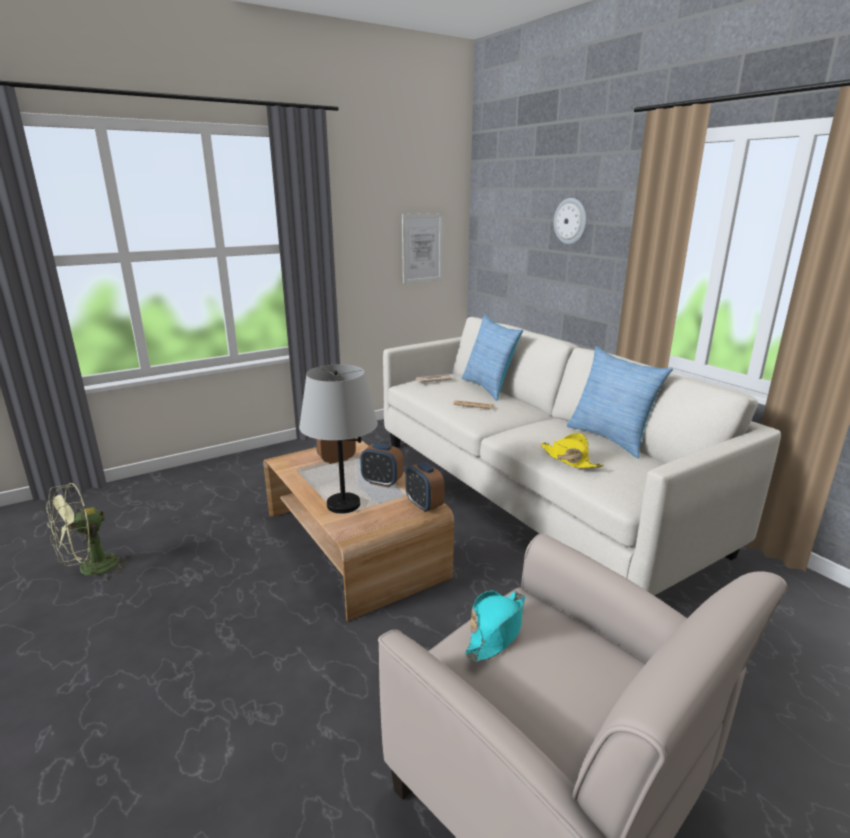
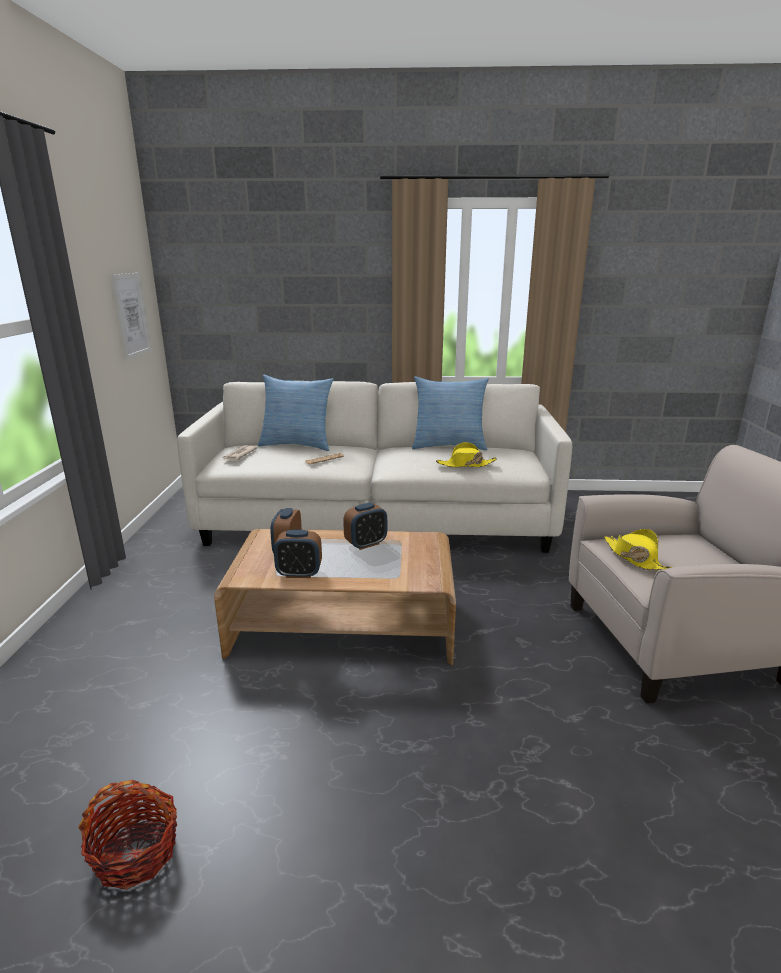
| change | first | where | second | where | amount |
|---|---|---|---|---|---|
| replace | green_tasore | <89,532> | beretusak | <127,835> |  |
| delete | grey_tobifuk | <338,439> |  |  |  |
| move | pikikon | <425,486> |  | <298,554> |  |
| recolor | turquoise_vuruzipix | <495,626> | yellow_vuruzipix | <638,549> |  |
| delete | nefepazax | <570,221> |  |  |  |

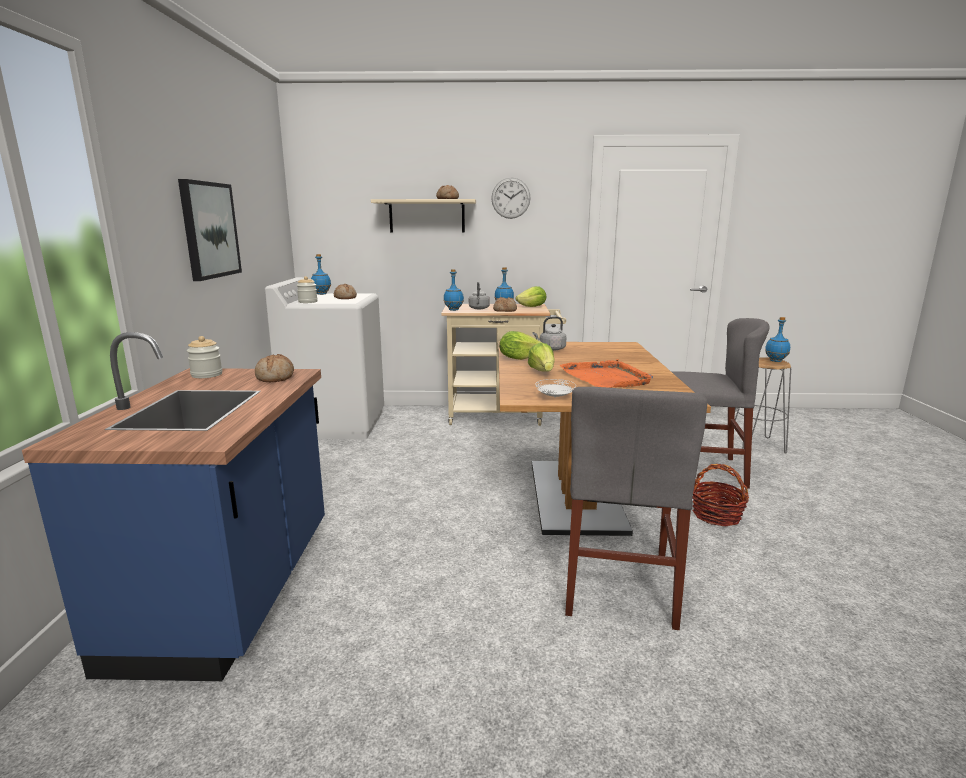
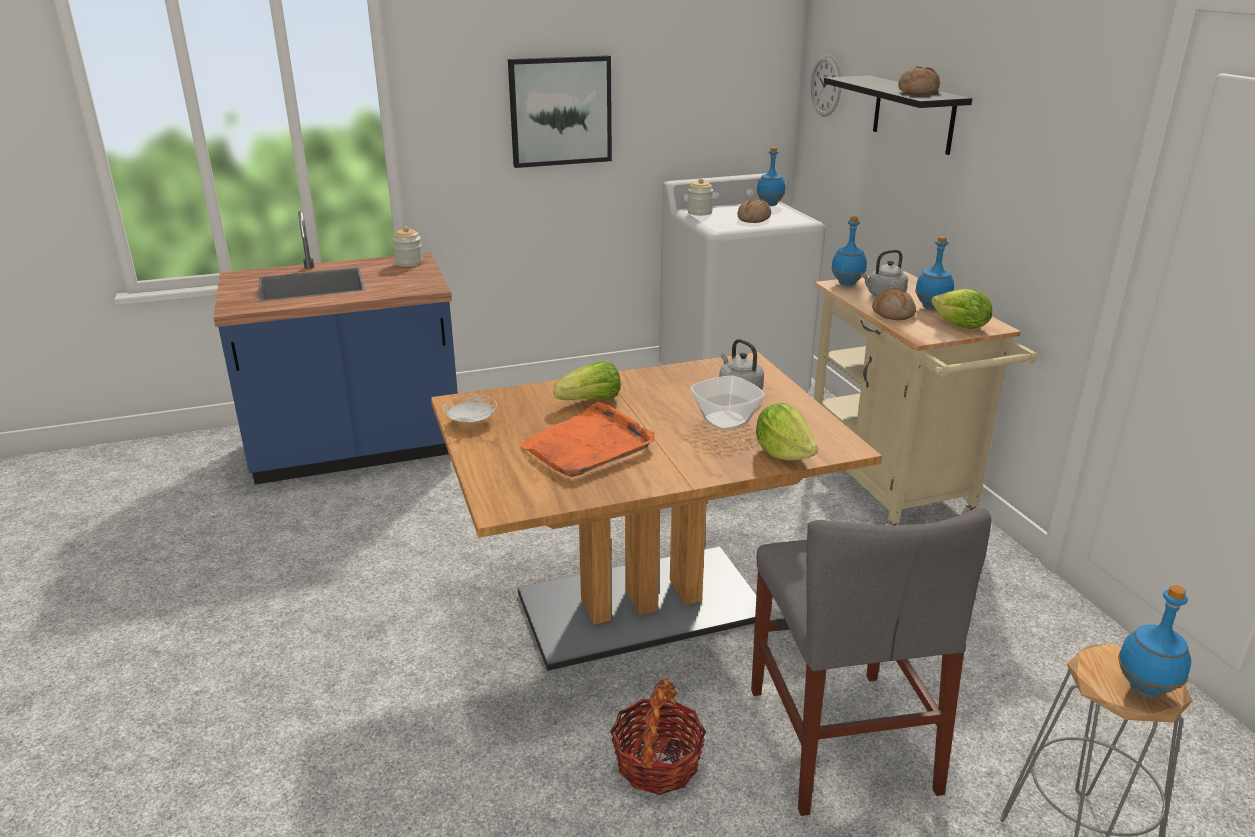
| change | first | where | second | where | amount |
|---|---|---|---|---|---|
| delete | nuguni | <274,368> |  |  |  |
| recolor | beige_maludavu | <423,215> | black_maludavu | <898,115> |  |
| move | nefepazax | <511,198> |  | <825,86> |  |
| move | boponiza | <520,345> |  | <787,432> |  |
| delete | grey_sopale | <636,508> |  |  |  |
| insert |  |  | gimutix | <727,403> |  |

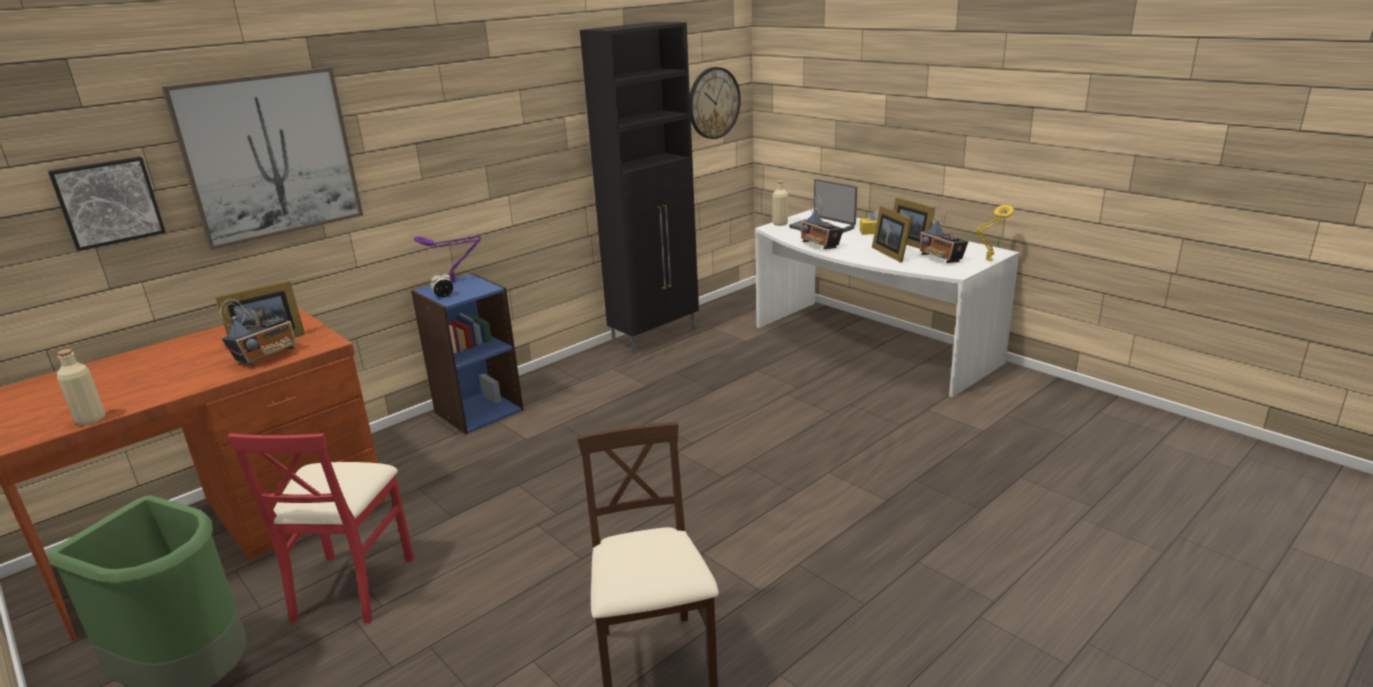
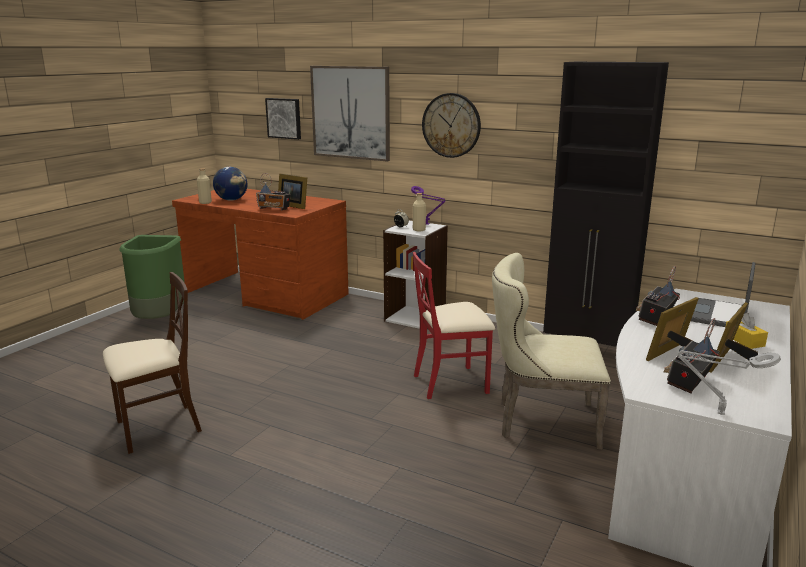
| change | first | where | second | where | amount |
|---|---|---|---|---|---|
| move | red_sopale | <321,528> |  | <454,325> |  |
| recolor | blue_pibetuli | <467,353> | white_pibetuli | <415,275> |  |
| move | nefepazax | <715,103> |  | <451,125> |  |
| move | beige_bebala | <780,203> |  | <419,212> |  |
| recolor | yellow_tobifuk | <994,233> | grey_tobifuk | <729,382> |  |
| insert |  |  | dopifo | <230,184> |  |
| insert |  |  | beige_sopale | <551,351> |  |

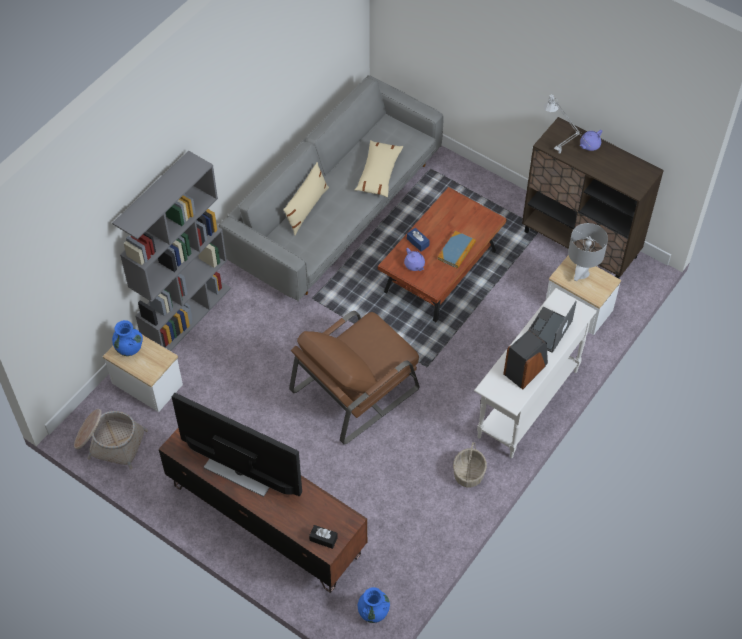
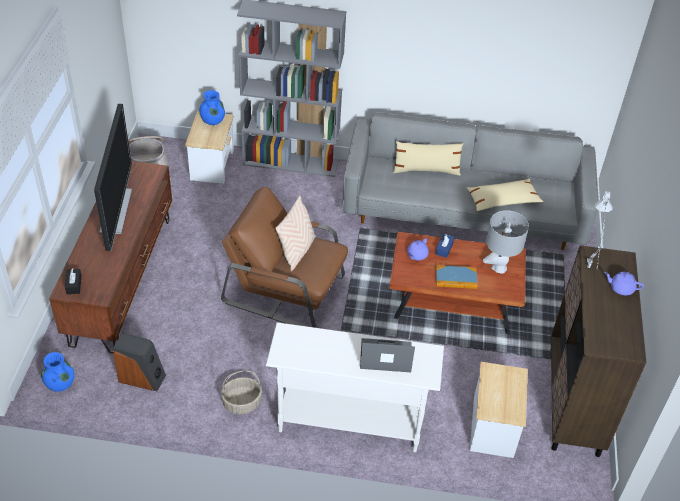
| change | first | where | second | where | amount |
|---|---|---|---|---|---|
| move | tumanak | <525,359> |  | <139,361> |  |
| move | grey_tobifuk | <588,252> |  | <506,242> |  |
| insert |  |  | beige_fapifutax | <295,233> |  |

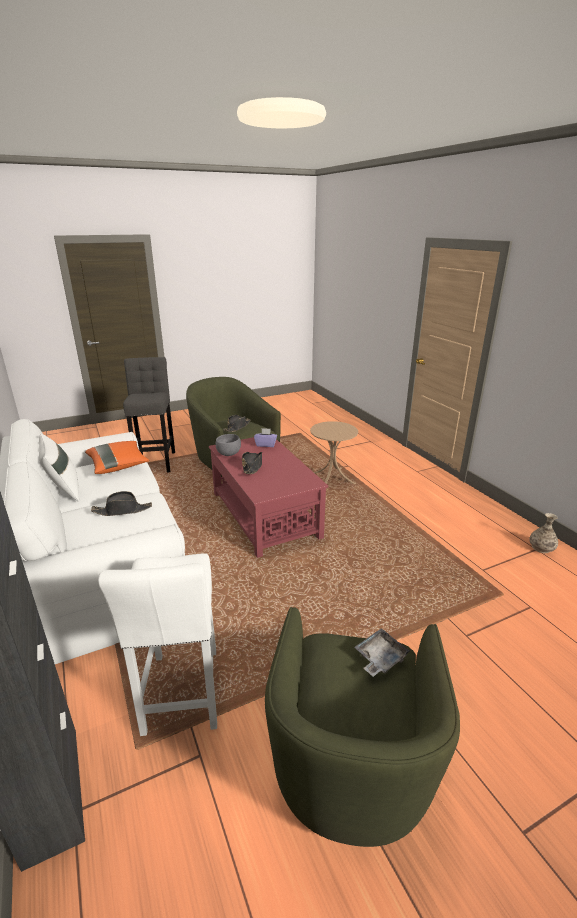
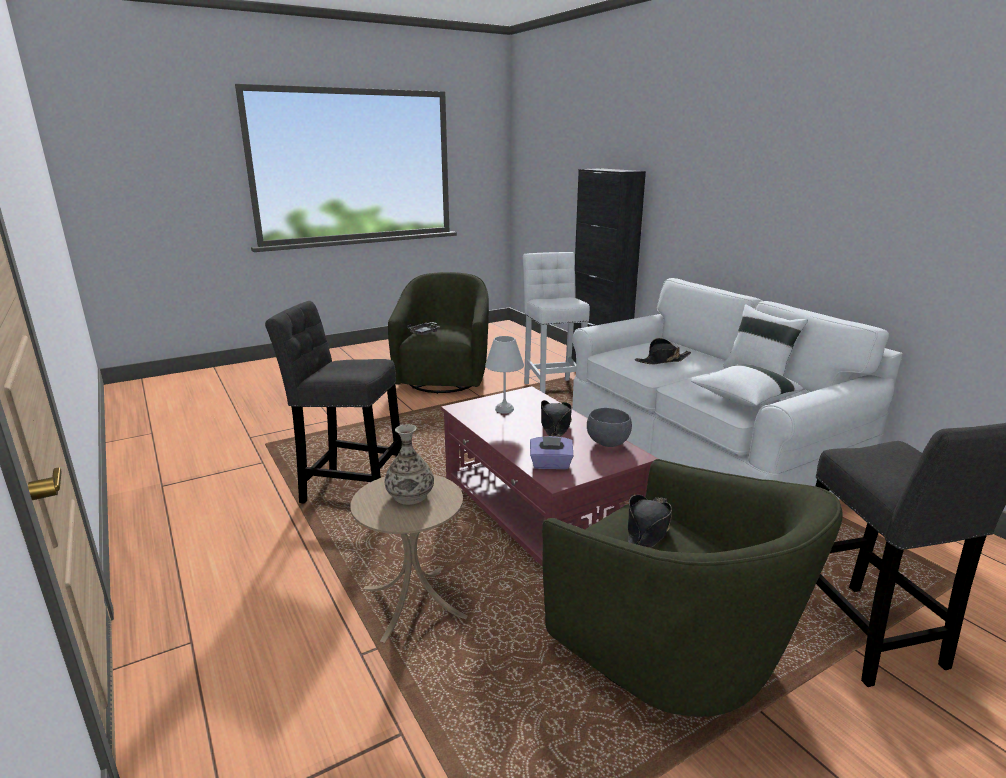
| change | first | where | second | where | amount |
|---|---|---|---|---|---|
| recolor | orange_fapifutax | <117,457> | white_fapifutax | <747,385> |  |
| move | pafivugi | <543,533> |  | <409,464> |  |
| insert |  |  | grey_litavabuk | <333,402> |  |
| insert |  |  | white_tobifuk | <504,374> |  |

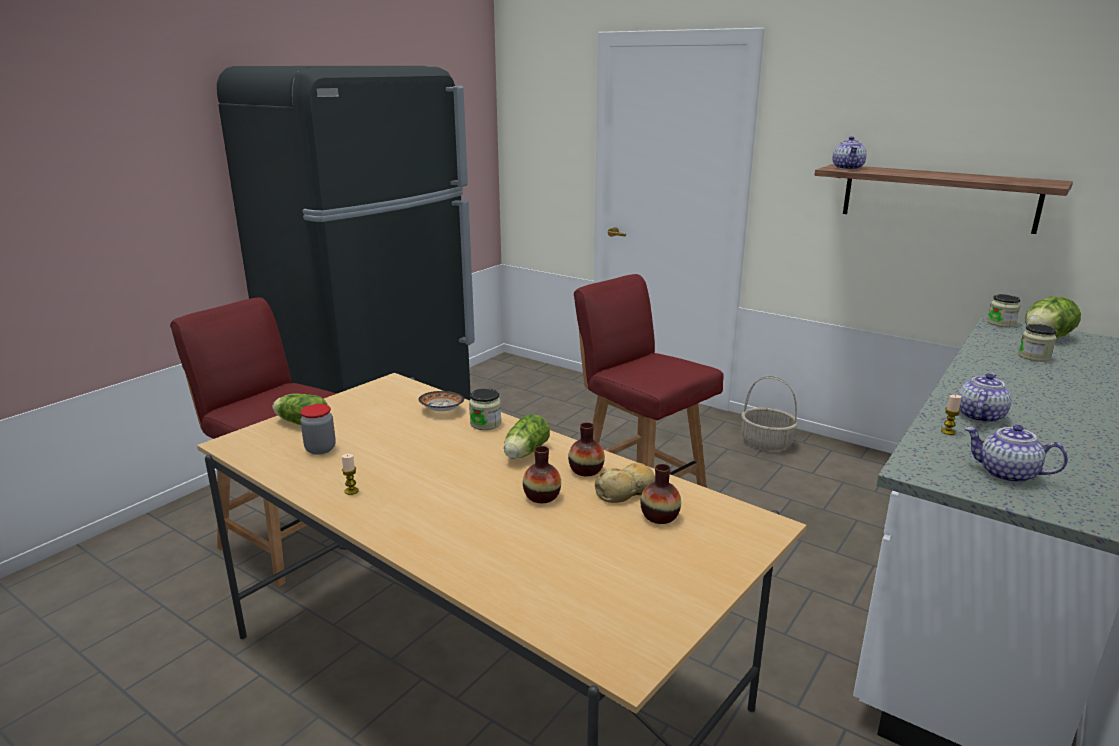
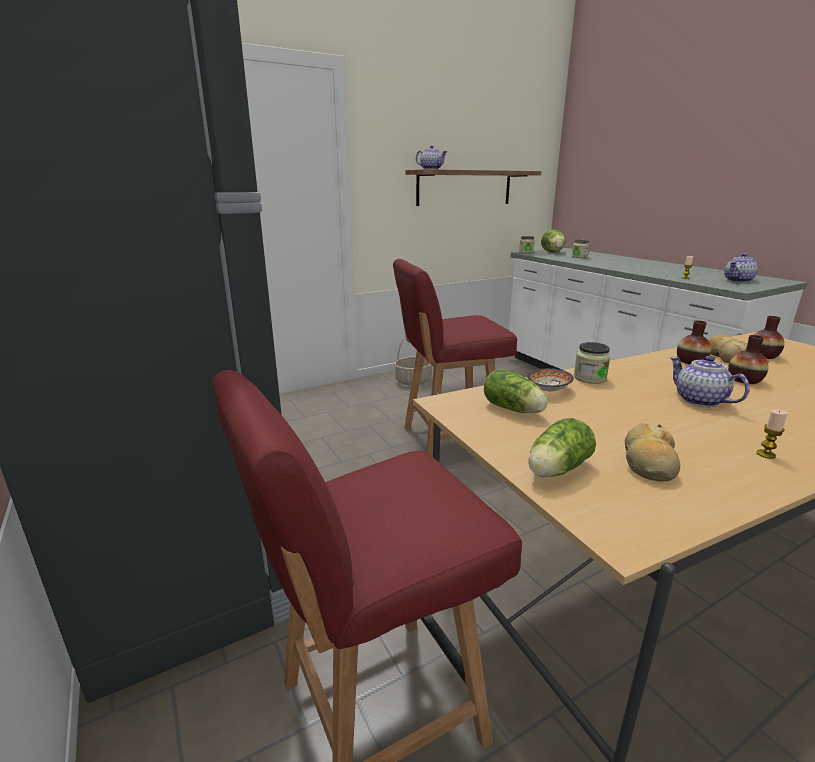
| change | first | where | second | where | amount |
|---|---|---|---|---|---|
| replace | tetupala | <318,429> | nuguni | <652,452> |  |
| move | boponiza | <527,436> |  | <516,391> |  |
| move | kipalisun | <984,398> |  | <710,381> |  |

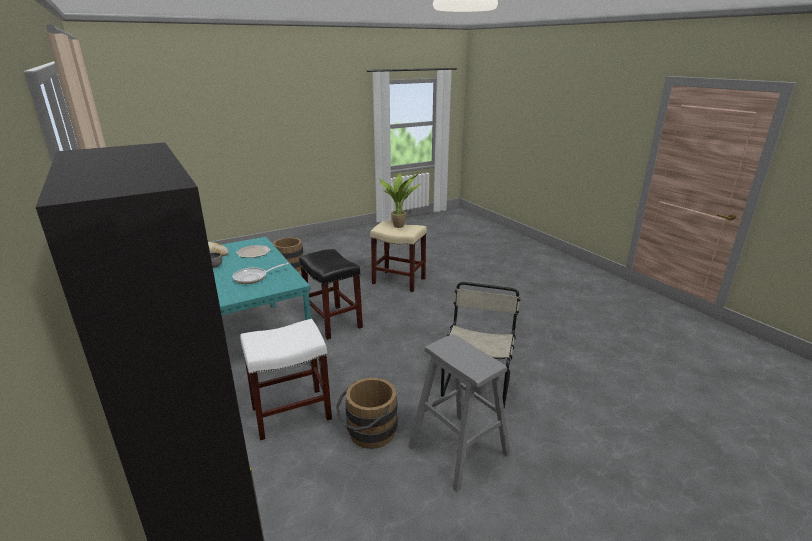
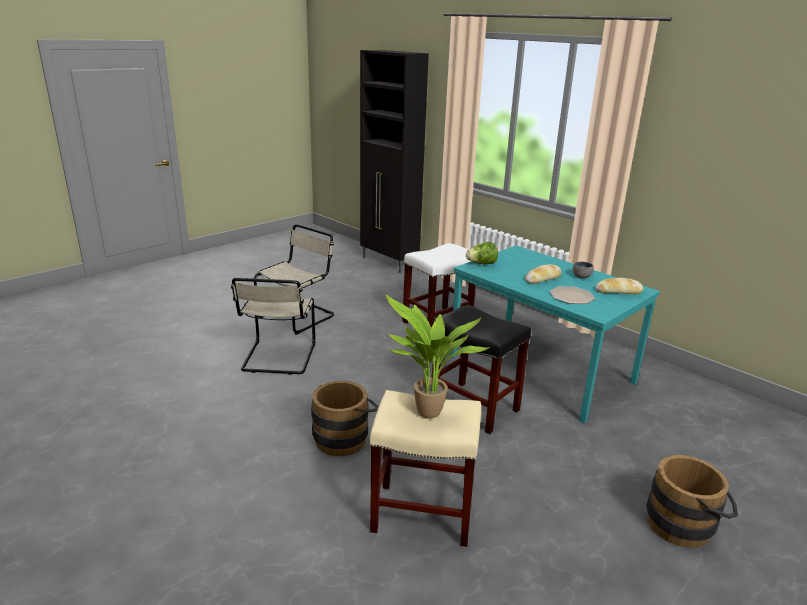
| change | first | where | second | where | amount |
|---|---|---|---|---|---|
| delete | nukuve | <260,273> |  |  |  |
| move | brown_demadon | <367,413> |  | <344,418> |  |
| replace | grey_litavabuk | <459,413> | beige_sopale | <294,279> |  |
| insert |  |  | boponiza | <482,253> |  |
| insert |  |  | nuguni | <543,274> |  |

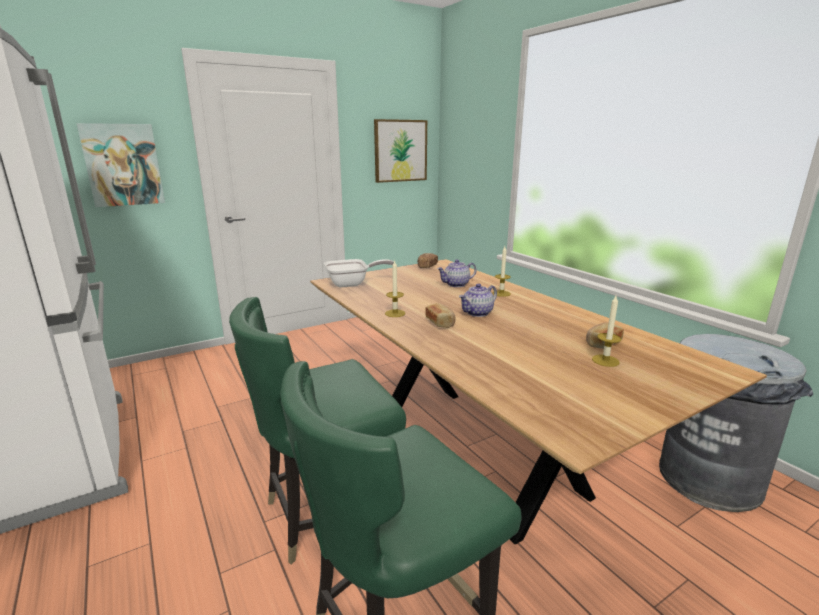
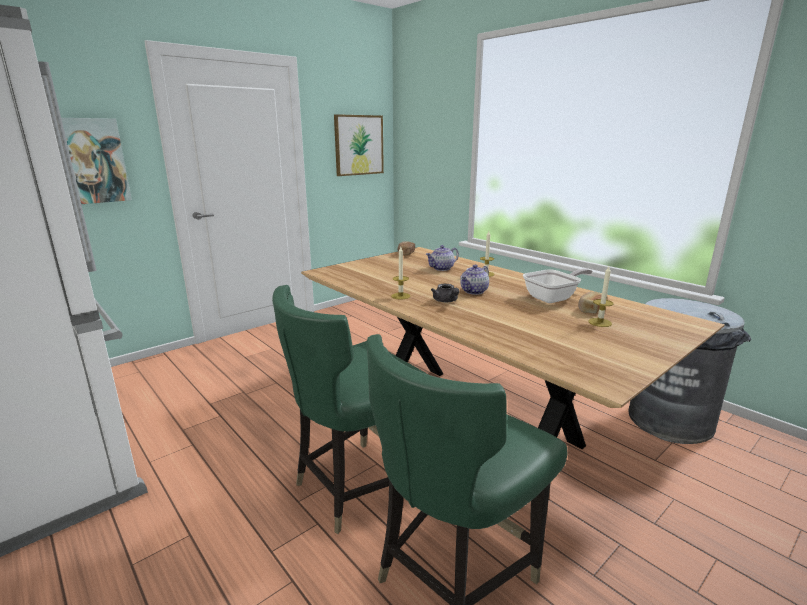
| change | first | where | second | where | amount |
|---|---|---|---|---|---|
| move | nukuve | <359,273> |  | <558,285> |  |
| replace | nuguni | <440,315> | grey_kipalisun | <445,293> |  |

